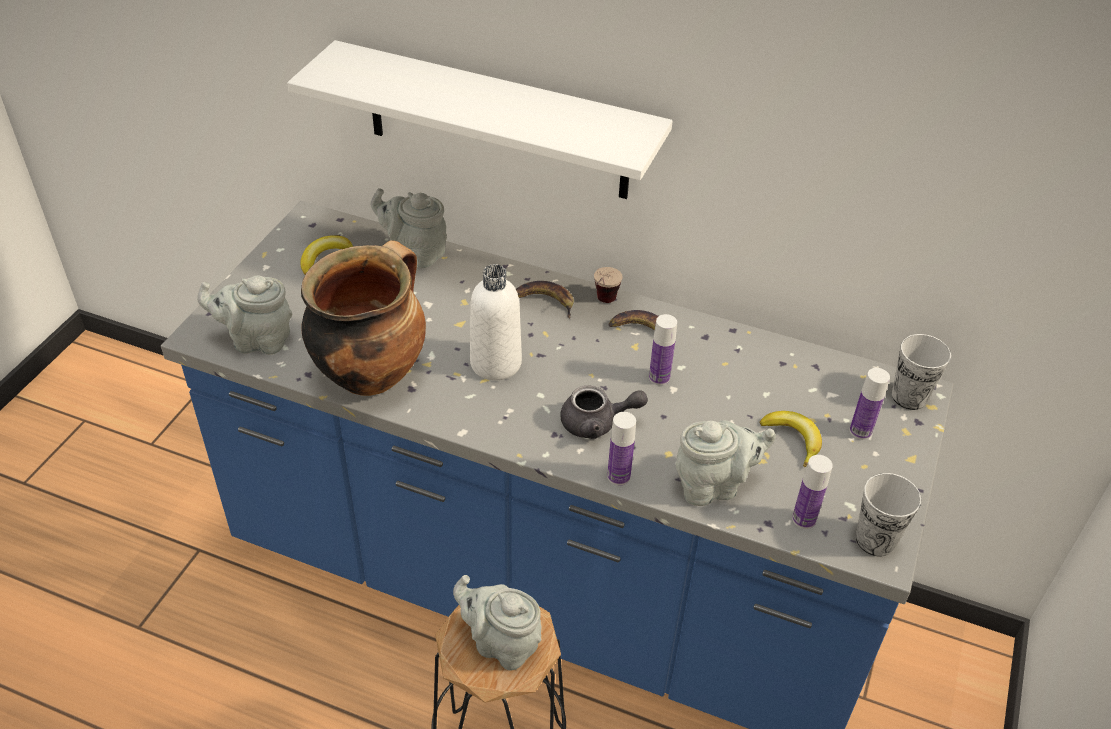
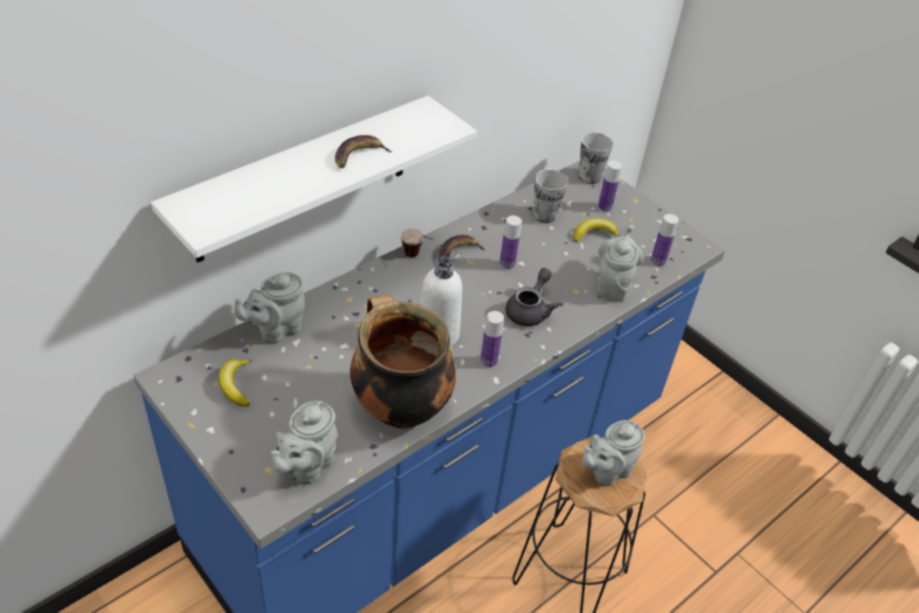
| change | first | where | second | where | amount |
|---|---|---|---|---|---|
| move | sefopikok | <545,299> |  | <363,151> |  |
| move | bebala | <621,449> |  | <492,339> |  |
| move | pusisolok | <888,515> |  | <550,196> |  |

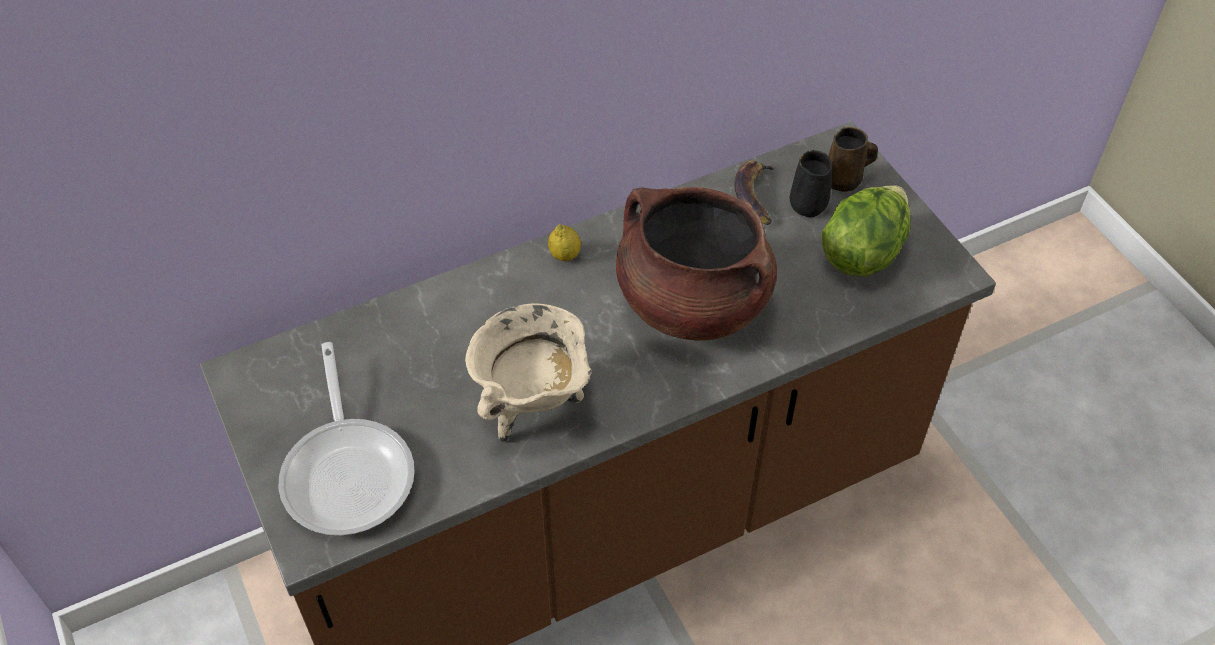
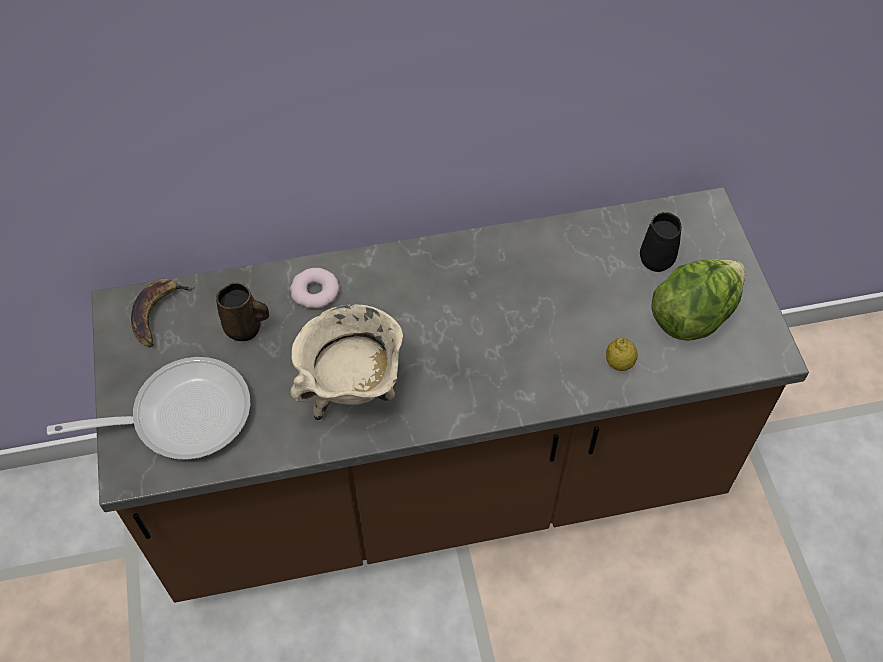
| change | first | where | second | where | amount |
|---|---|---|---|---|---|
| rotate | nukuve | <347,438> |  | <148,408> | 105 degrees counterclockwise |
| move | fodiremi | <564,242> |  | <622,354> |  |
| delete | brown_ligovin | <696,264> |  |  |  |
| move | sefopikok | <755,192> |  | <162,313> |  |
| move | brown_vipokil | <853,159> |  | <242,311> |  |
| insert |  |  | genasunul | <314,288> |  |

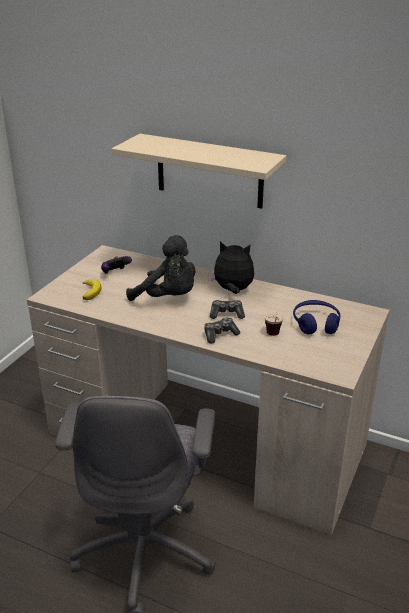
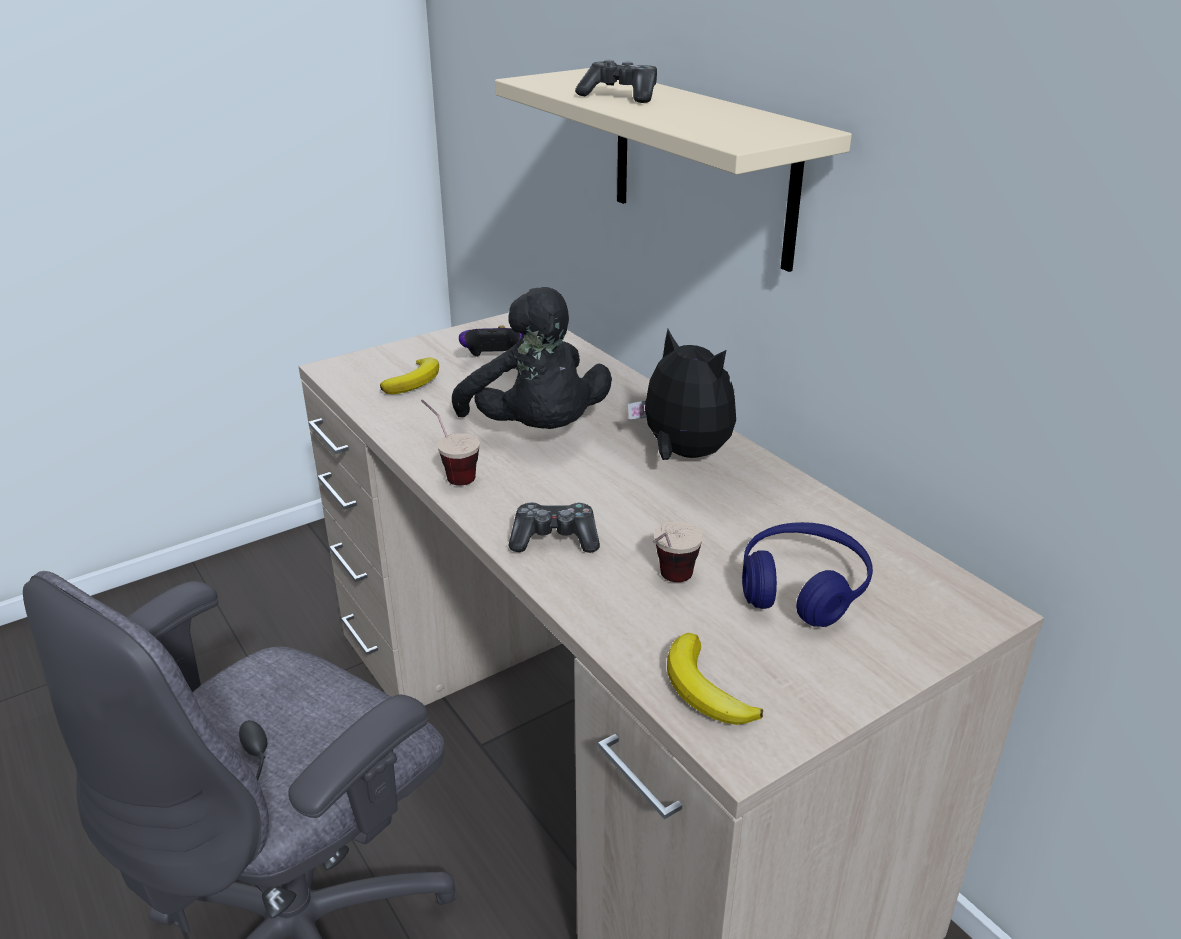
| change | first | where | second | where | amount |
|---|---|---|---|---|---|
| move | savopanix | <227,309> |  | <616,81> |  |
| insert |  |  | pusisolok | <450,442> |  |
| insert |  |  | sefopikok | <715,679> |  |

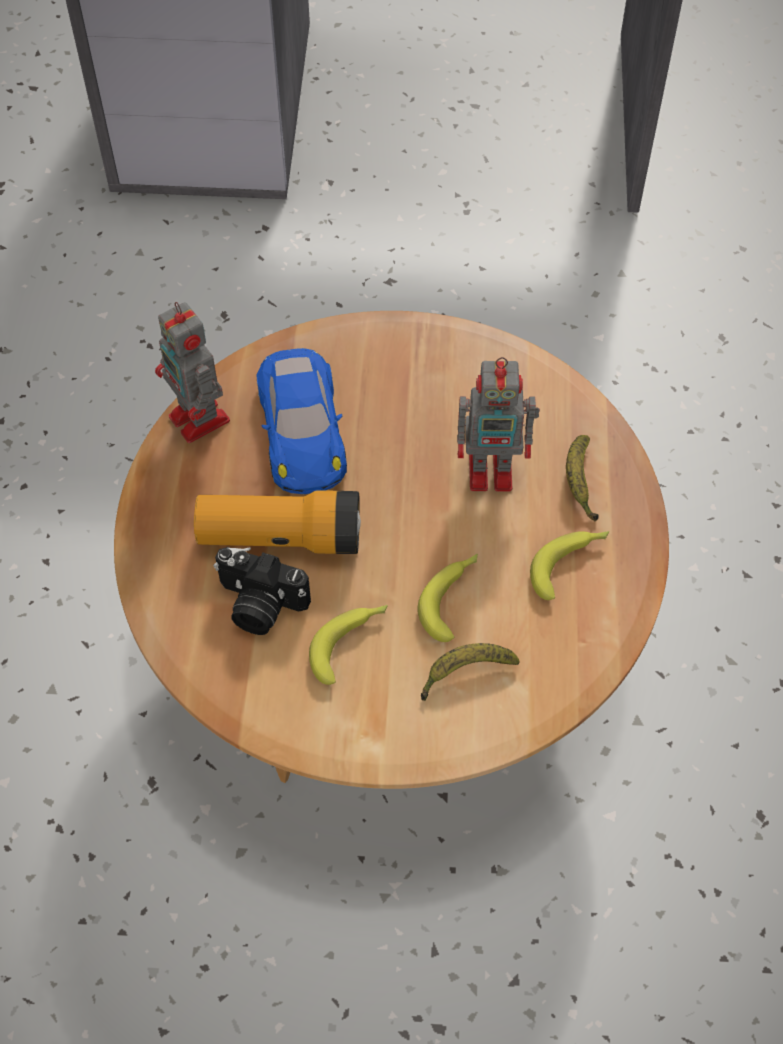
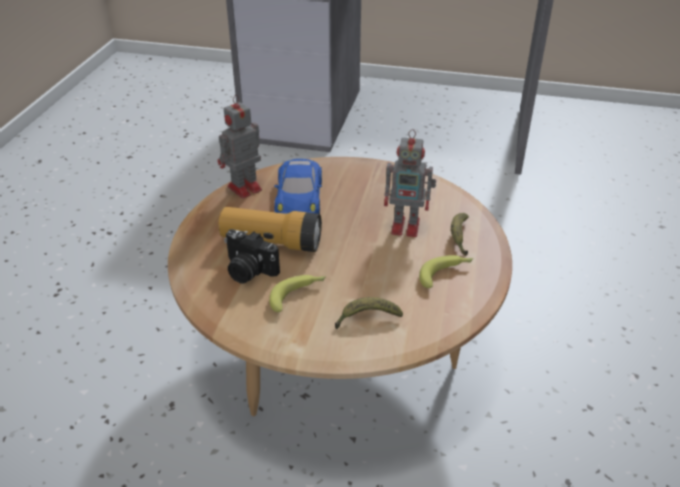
| change | first | where | second | where | amount |
|---|---|---|---|---|---|
| rotate | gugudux | <192,372> |  | <240,147> | 75 degrees clockwise |
| delete | sefopikok | <447,598> |  |  |  |

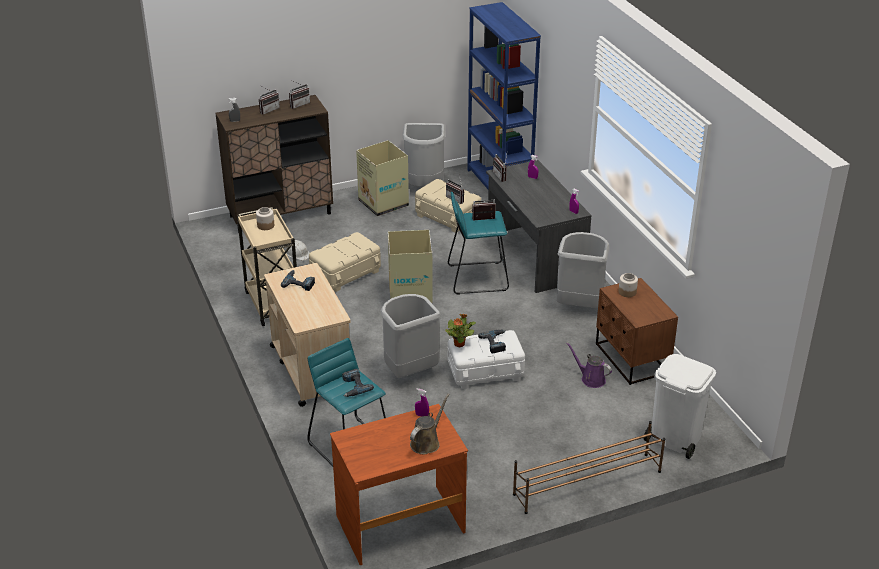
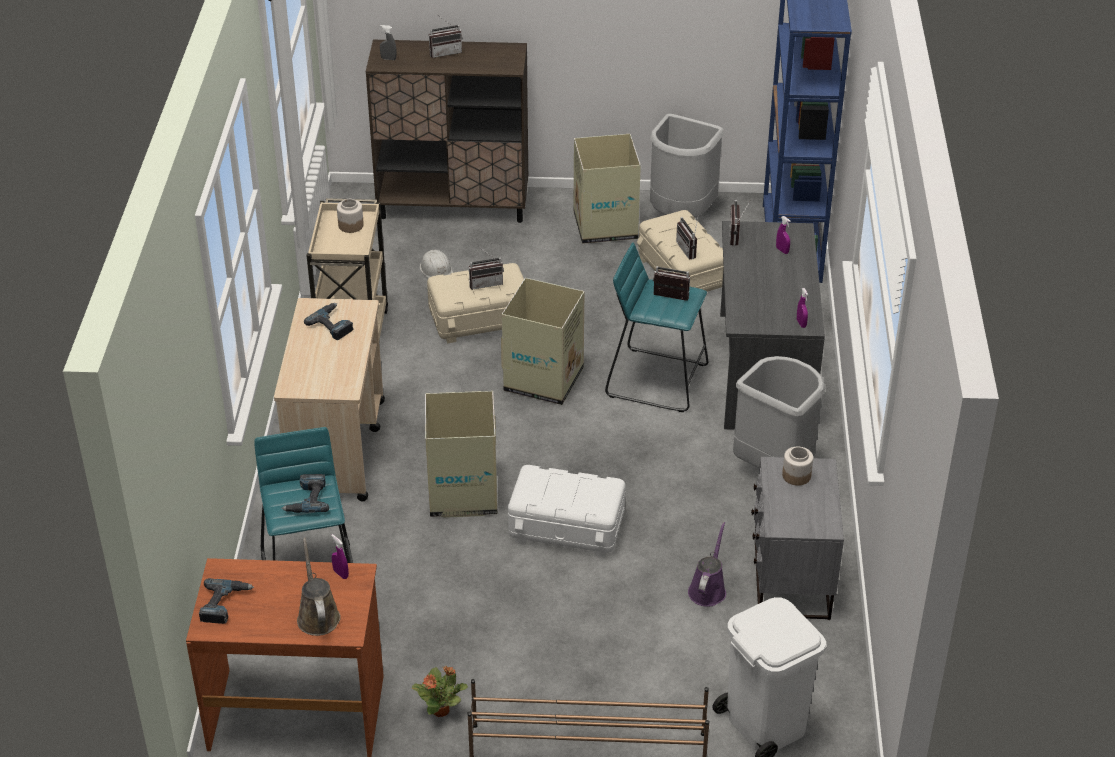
| change | first | where | second | where | amount |
|---|---|---|---|---|---|
| move | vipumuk | <299,94> |  | <486,269> |  |
| replace | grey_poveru | <410,336> | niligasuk | <461,454> |  |
| rotate | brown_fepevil | <430,423> |  | <319,587> | 75 degrees counterclockwise |
| move | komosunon | <460,331> |  | <440,691> |  |
| move | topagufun | <492,341> |  | <226,601> |  |
| rotate | purple_fepevil | <589,365> |  | <707,564> | 45 degrees clockwise |
| recolor | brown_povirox | <637,331> | grey_povirox | <797,538> |  |

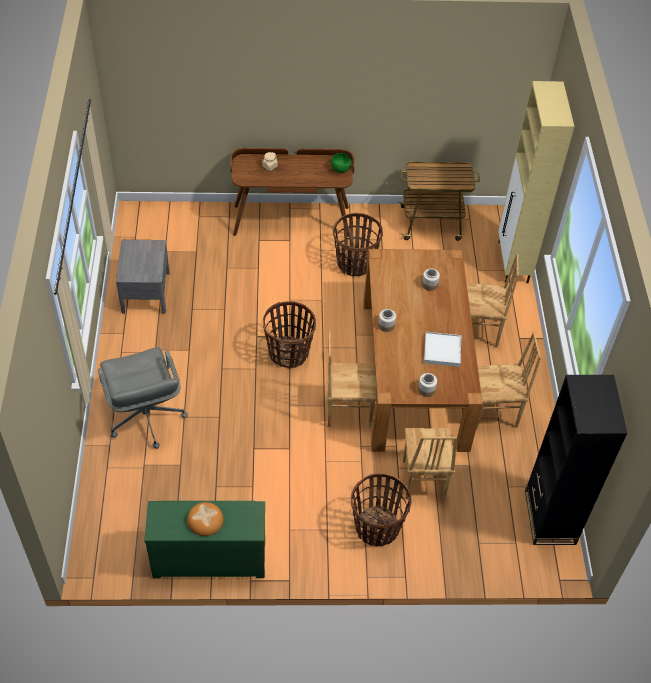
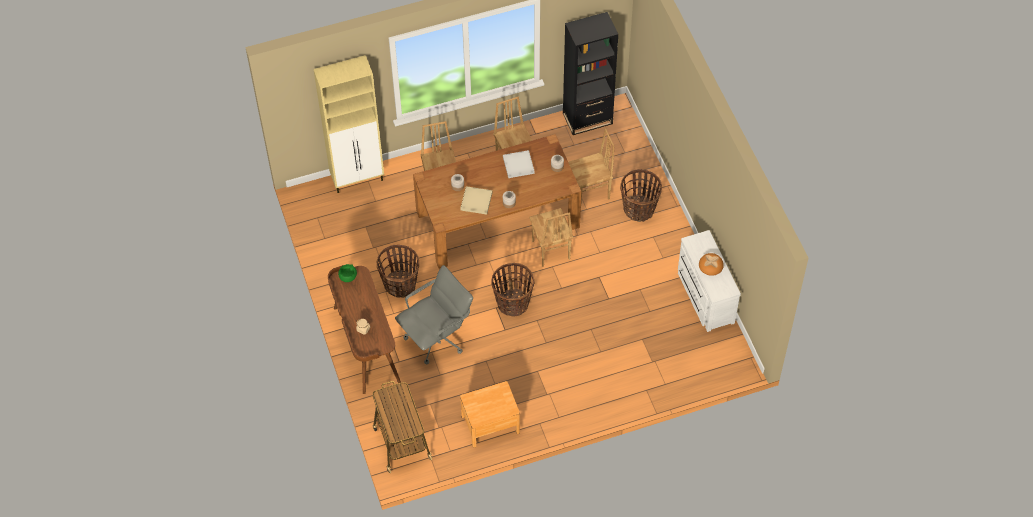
| change | first | where | second | where | amount |
|---|---|---|---|---|---|
| move | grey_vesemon | <143,398> |  | <434,315> |  |
| recolor | grey_povirox | <143,277> | brown_povirox | <490,414> |  |
| recolor | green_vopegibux | <204,539> | white_vopegibux | <709,281> |  |
| move | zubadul | <439,201> |  | <402,427> |  |
| insert |  |  | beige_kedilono | <476,200> |  |

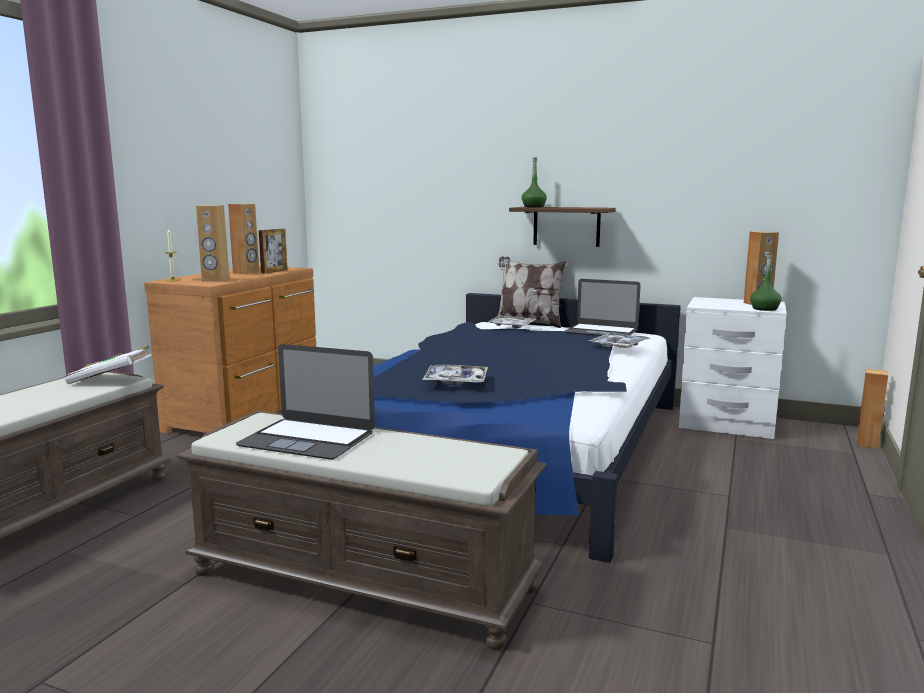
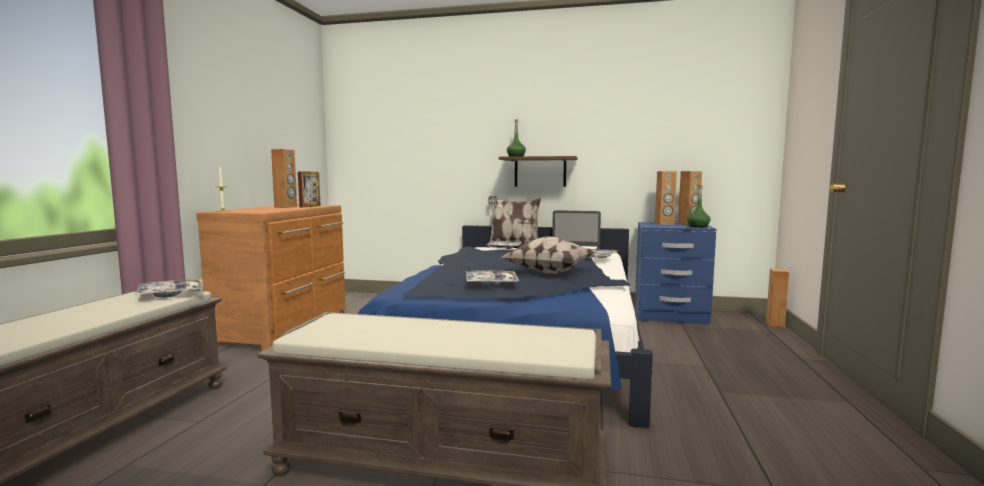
| change | first | where | second | where | amount |
|---|---|---|---|---|---|
| replace | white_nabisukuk | <108,365> | kedilono | <169,288> |  |
| move | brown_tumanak | <213,243> |  | <666,198> |  |
| delete | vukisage | <305,402> |  |  |  |
| recolor | white_povirox | <733,368> | blue_povirox | <675,273> |  |
| insert |  |  | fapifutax | <547,255> |  |

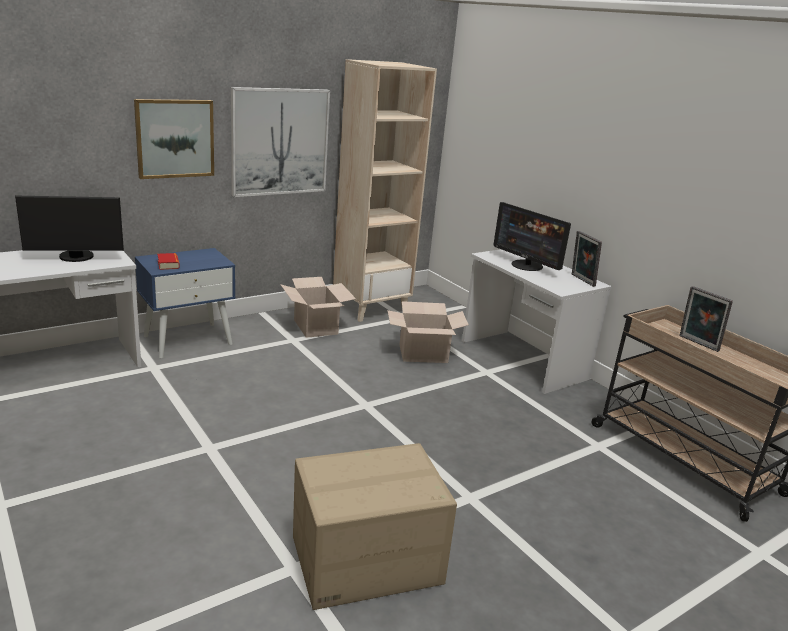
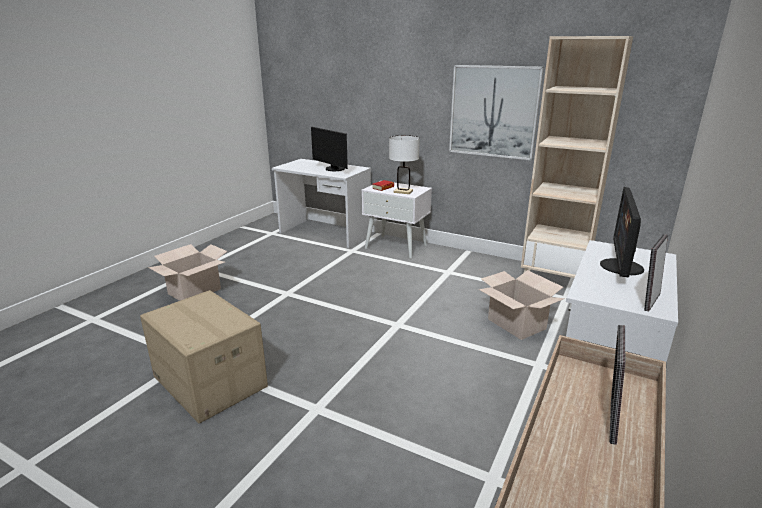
| change | first | where | second | where | amount |
|---|---|---|---|---|---|
| delete | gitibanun | <174,139> |  |  |  |
| recolor | blue_povirox | <185,303> | white_povirox | <397,219> |  |
| move | niligasuk | <318,307> |  | <188,272> |  |
| insert |  |  | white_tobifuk | <404,164> |  |

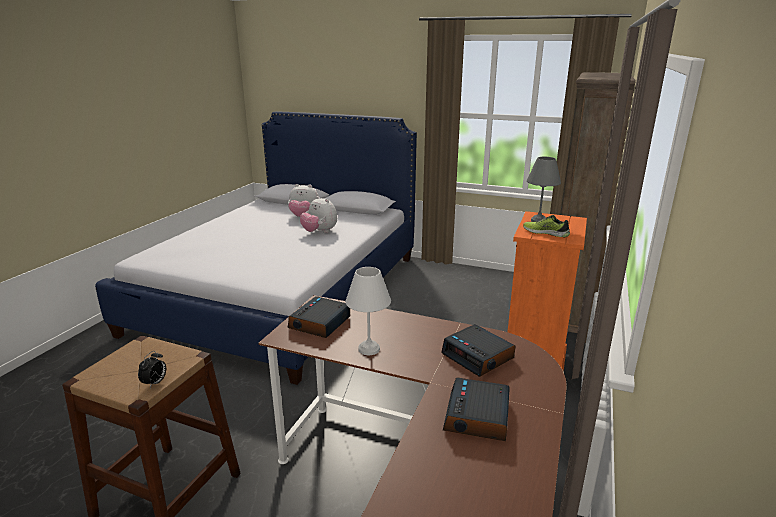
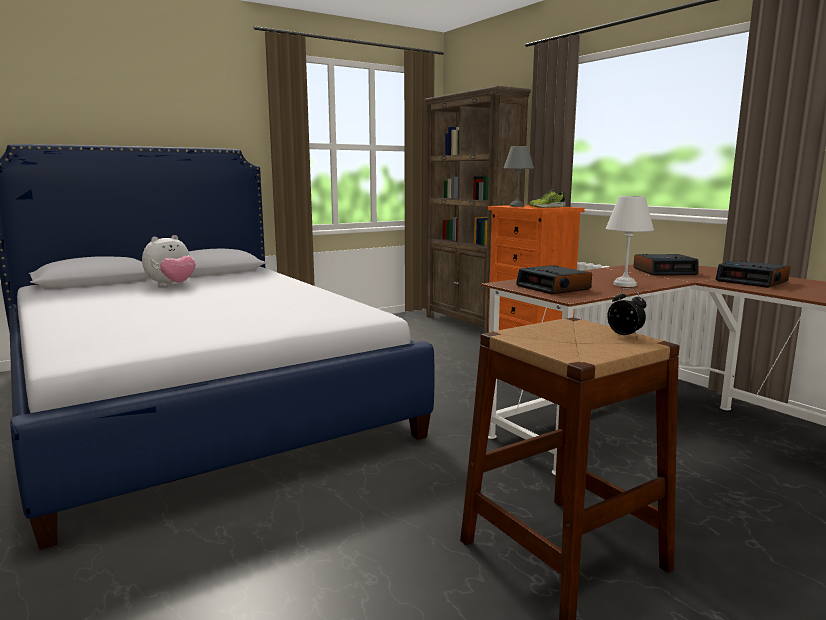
| change | first | where | second | where | amount |
|---|---|---|---|---|---|
| delete | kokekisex | <318,214> |  |  |  |

